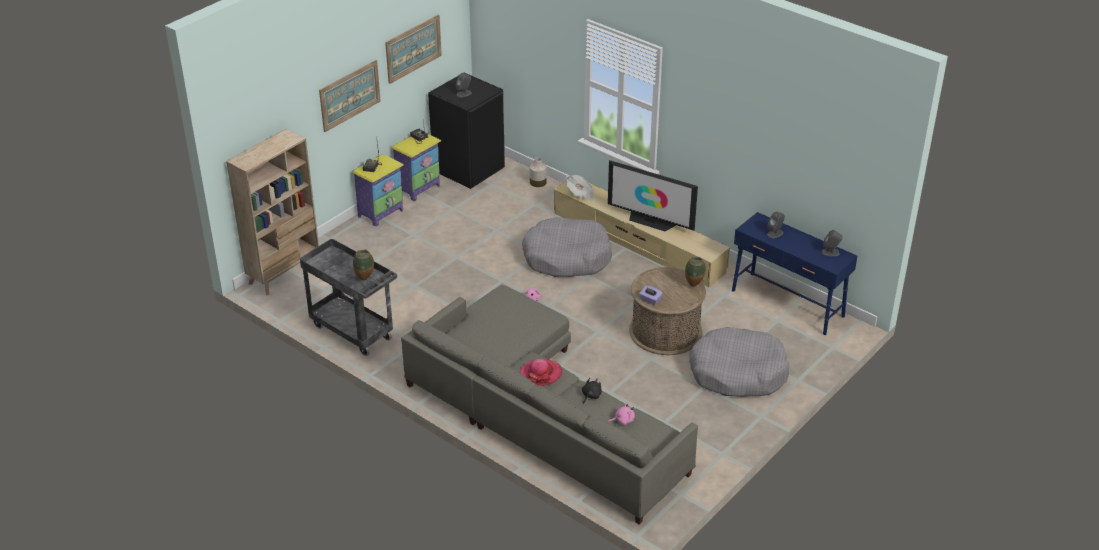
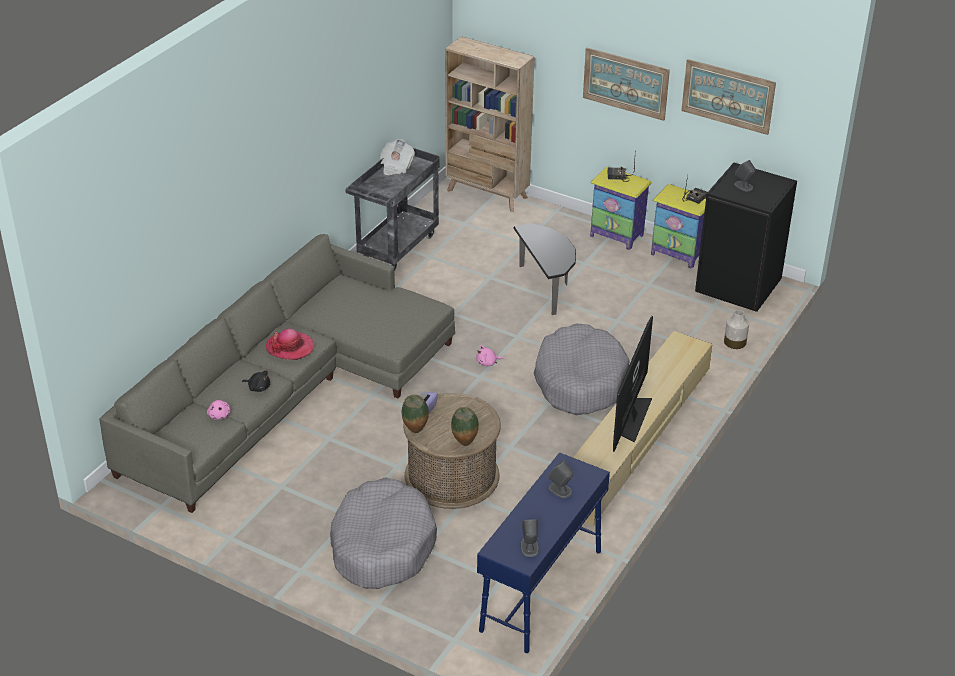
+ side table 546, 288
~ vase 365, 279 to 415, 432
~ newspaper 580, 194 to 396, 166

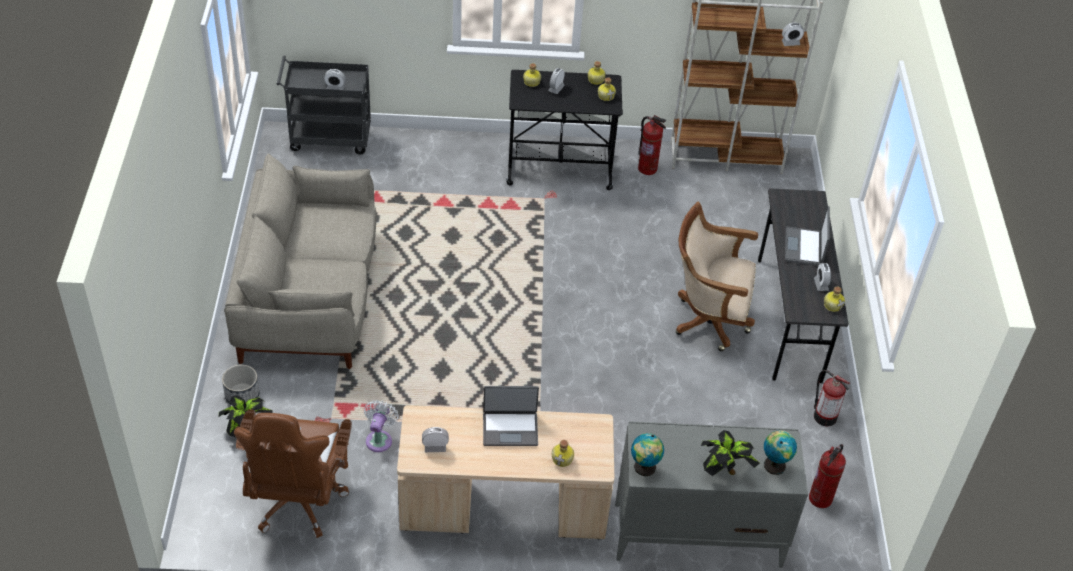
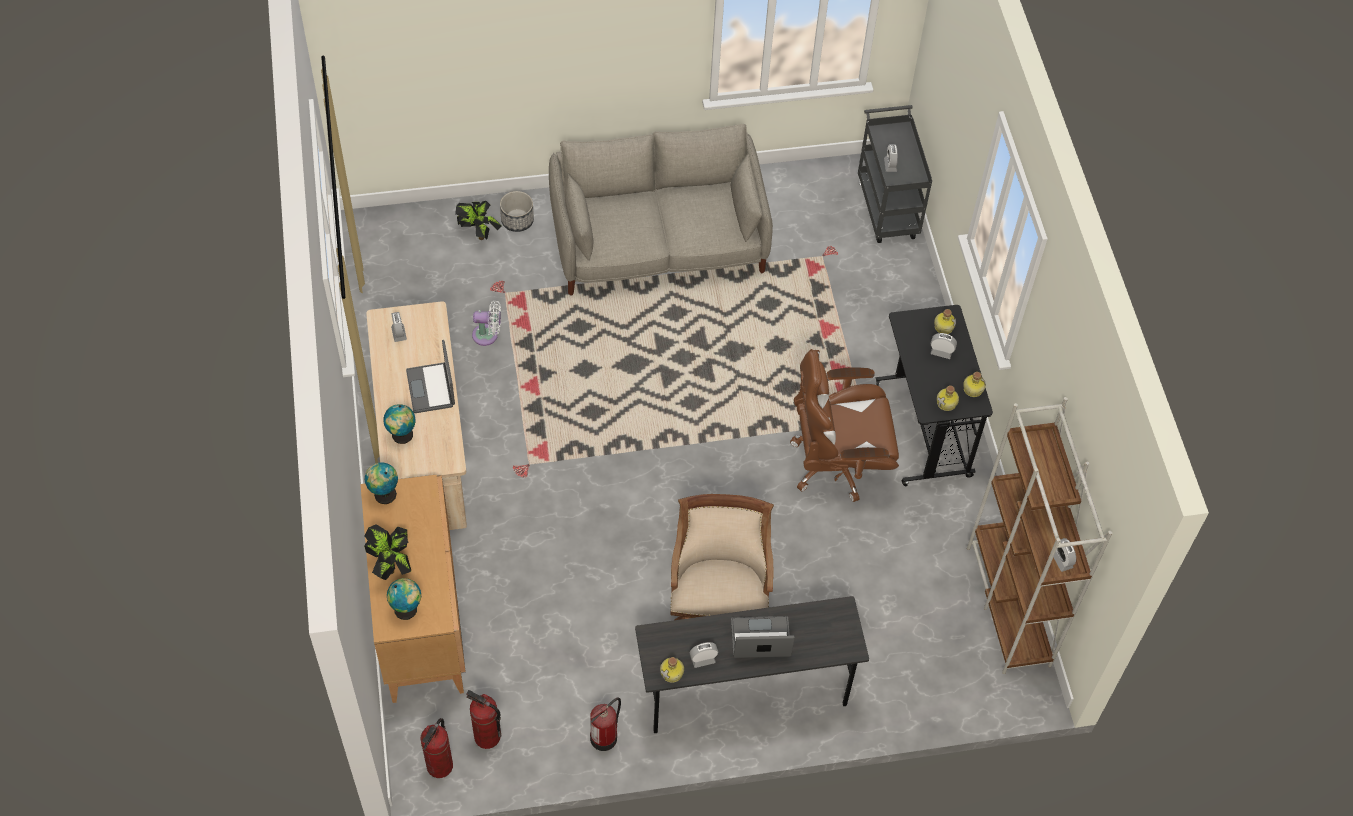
~ brown office chair 299, 496 to 840, 463
~ fire extinguisher 647, 169 to 440, 766
~ bottle 563, 459 to globe 402, 436
~ grey cabinet 697, 534 to brown cabinet 420, 620

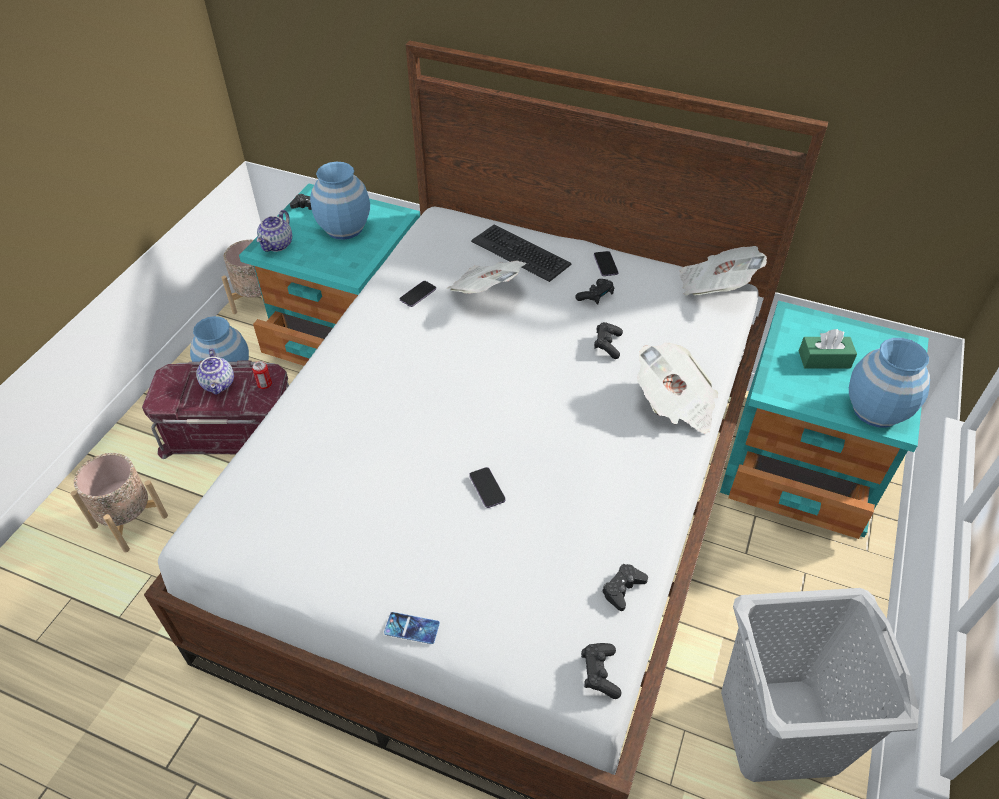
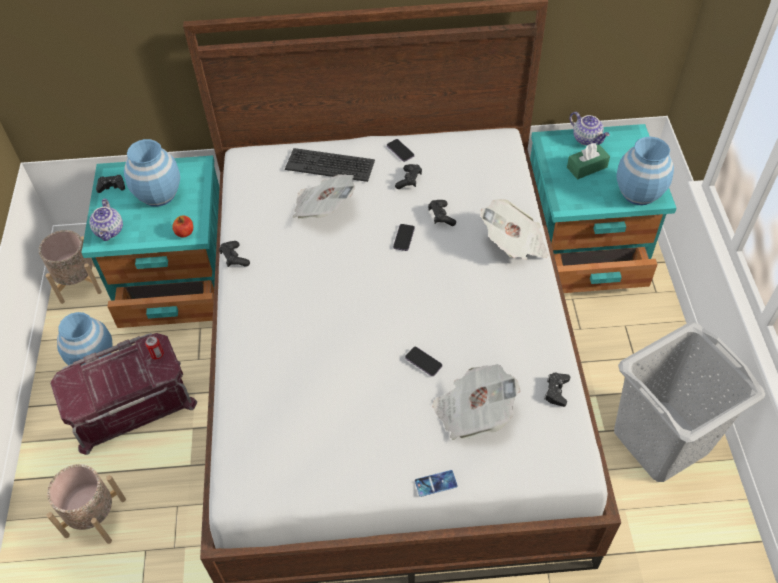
+ apple 185, 232
~ teapot 219, 384 to 587, 139
~ phone 418, 295 to 404, 238
~ black game controller 599, 673 to 234, 258
~ newspaper 715, 287 to 473, 412

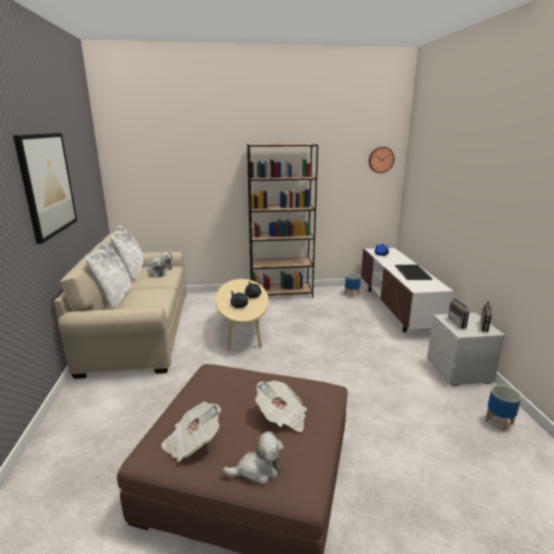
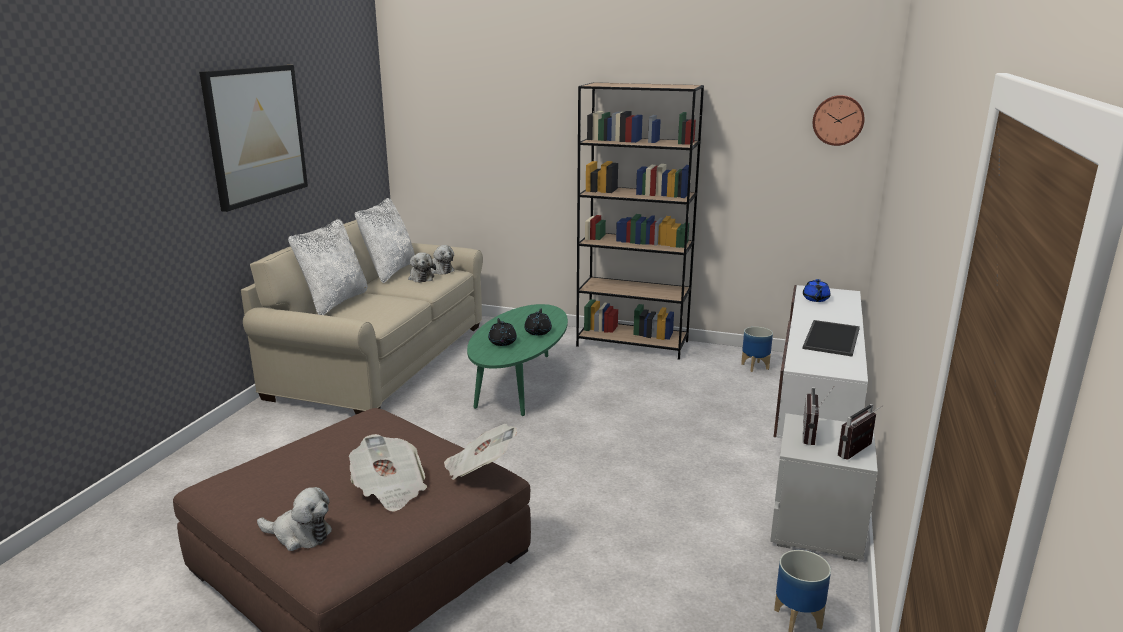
~ newspaper 192, 442 to 479, 468
~ beige coffee table 243, 331 to green coffee table 520, 386

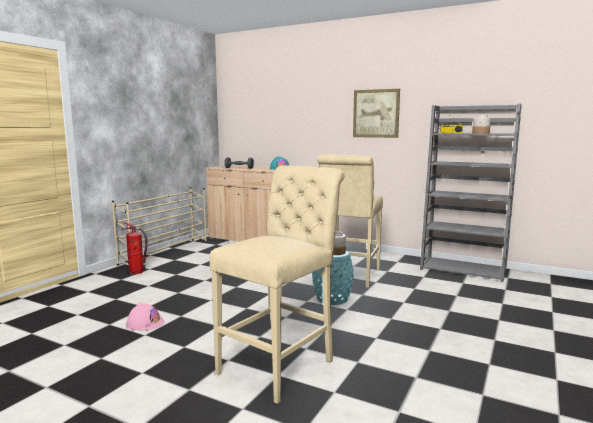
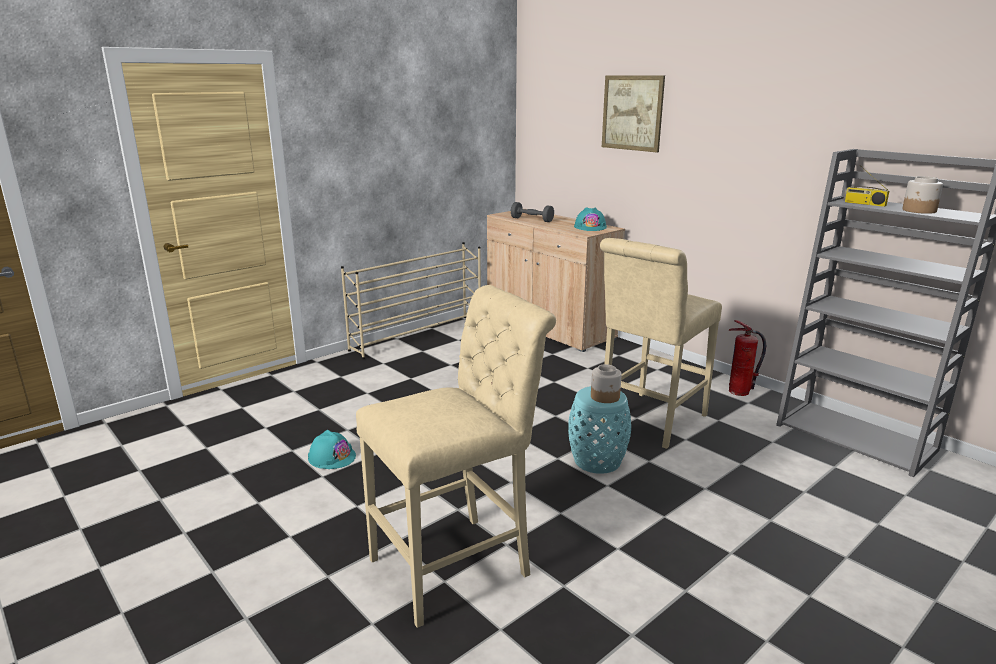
~ fire extinguisher 136, 272 to 739, 392
~ picture 376, 113 to 632, 113
~ pink hard hat 145, 323 to turquoise hard hat 332, 457

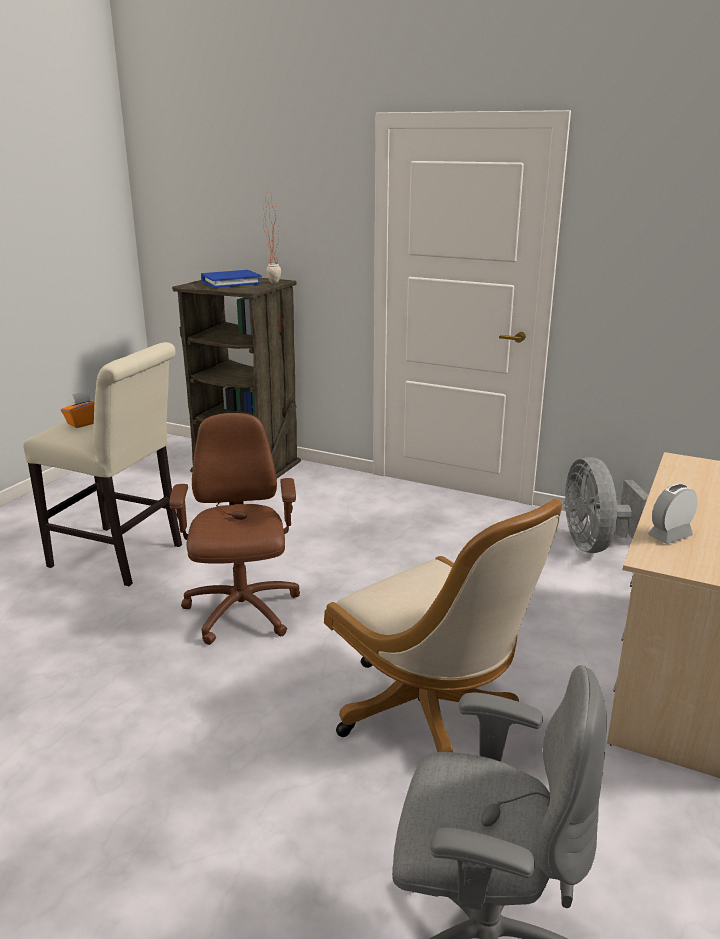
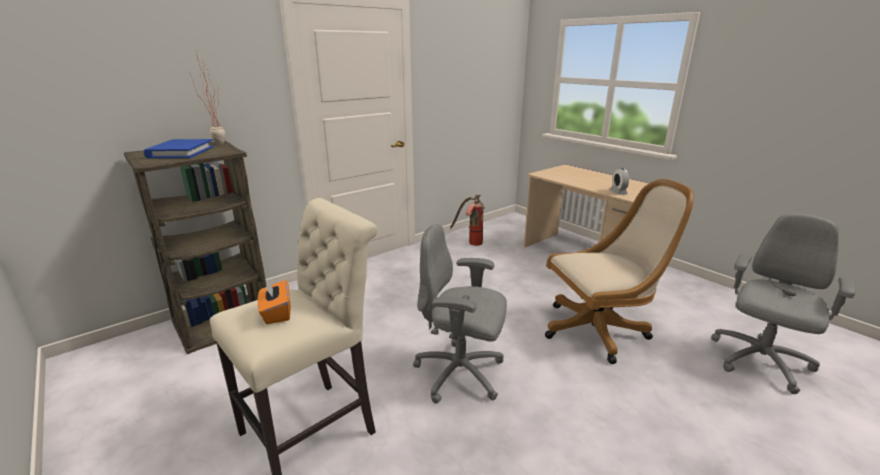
~ grey fan 594, 544 to fire extinguisher 470, 242
~ brown office chair 241, 613 to grey office chair 461, 374

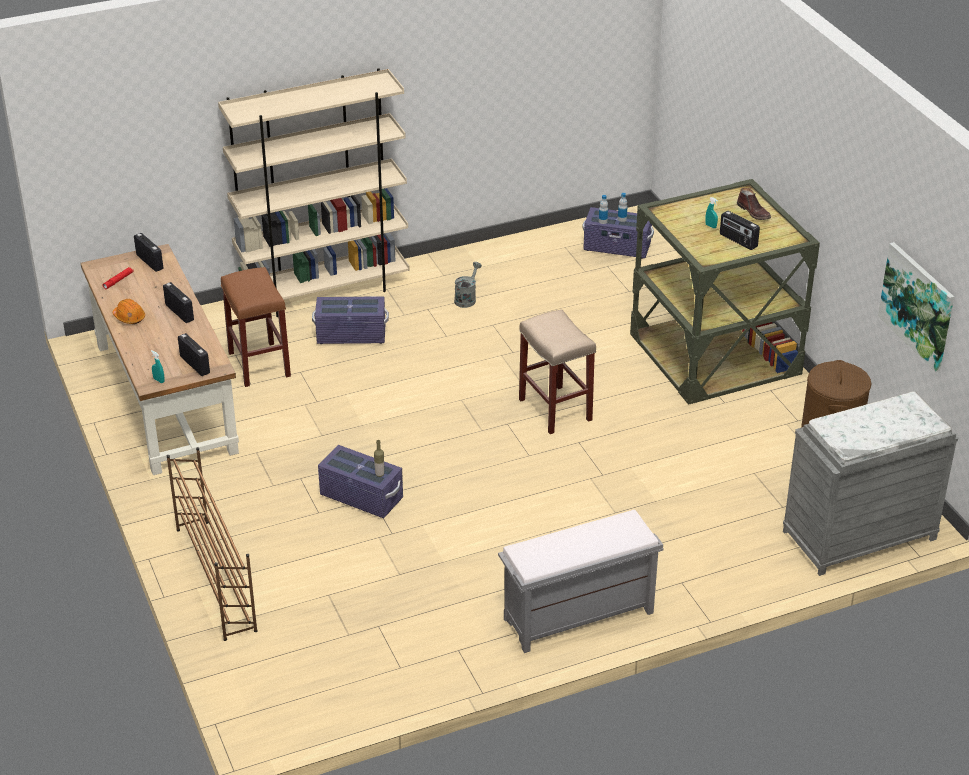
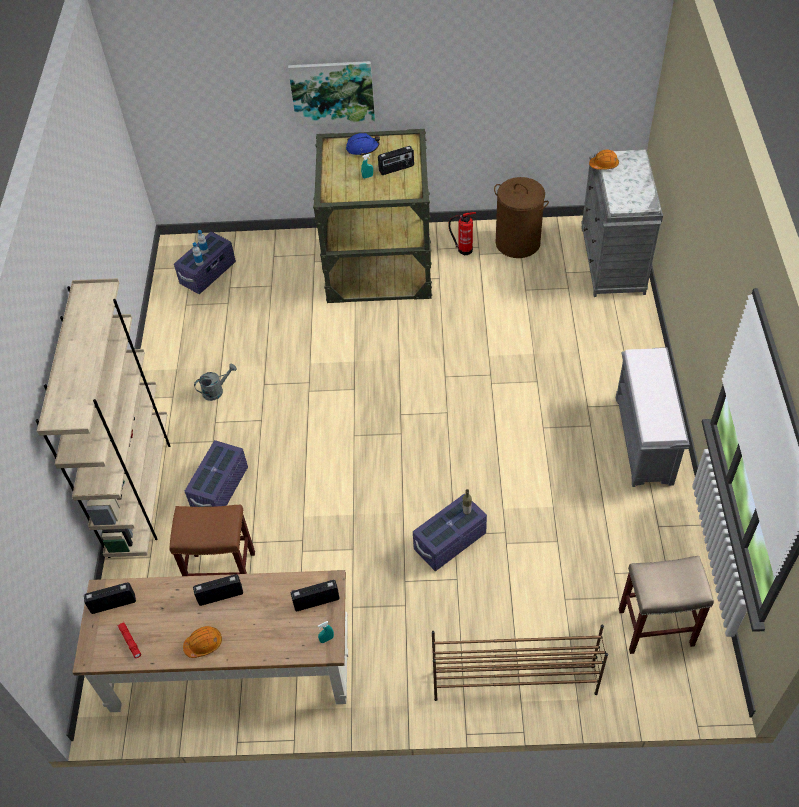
+ fire extinguisher 463, 249
+ orange hard hat 604, 165
~ beige stool 554, 409 to 655, 628
~ picture 917, 305 to 332, 92
~ brown boot 754, 212 to blue hard hat 362, 148
~ grey watering can 466, 298 = 216, 390 105 degrees clockwise

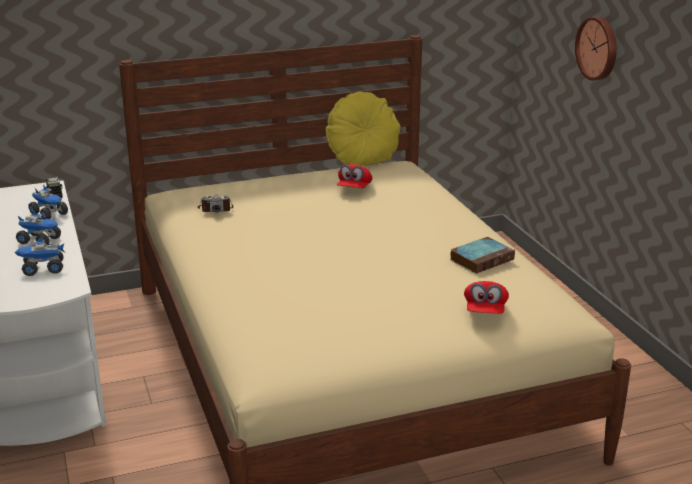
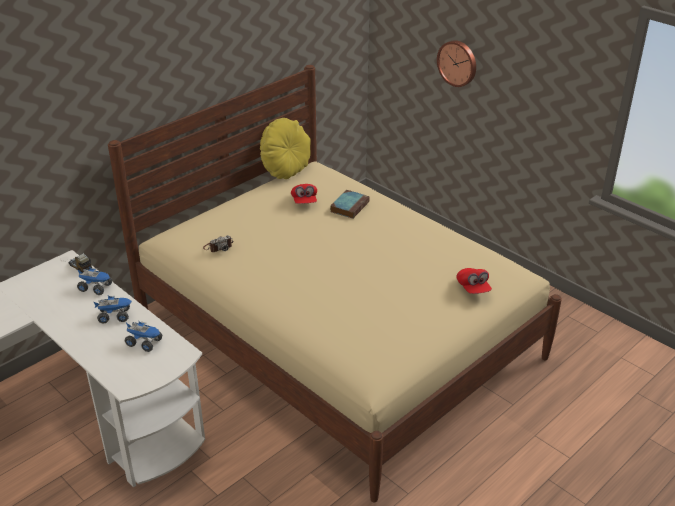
~ book 482, 259 to 349, 206
~ toy truck 43, 269 = 145, 342 120 degrees counterclockwise

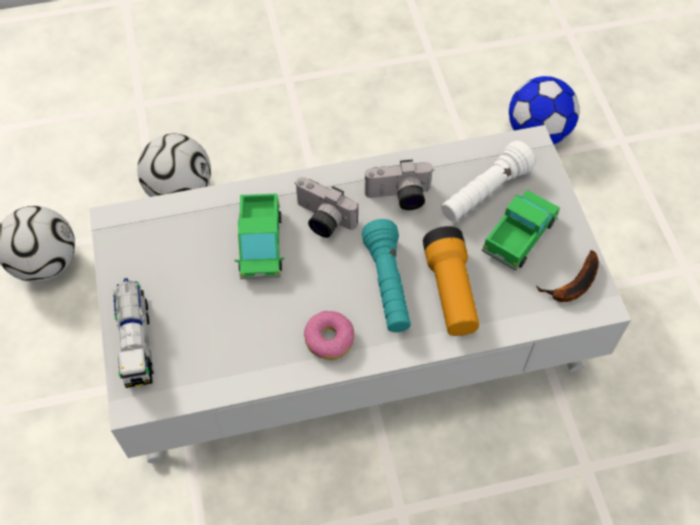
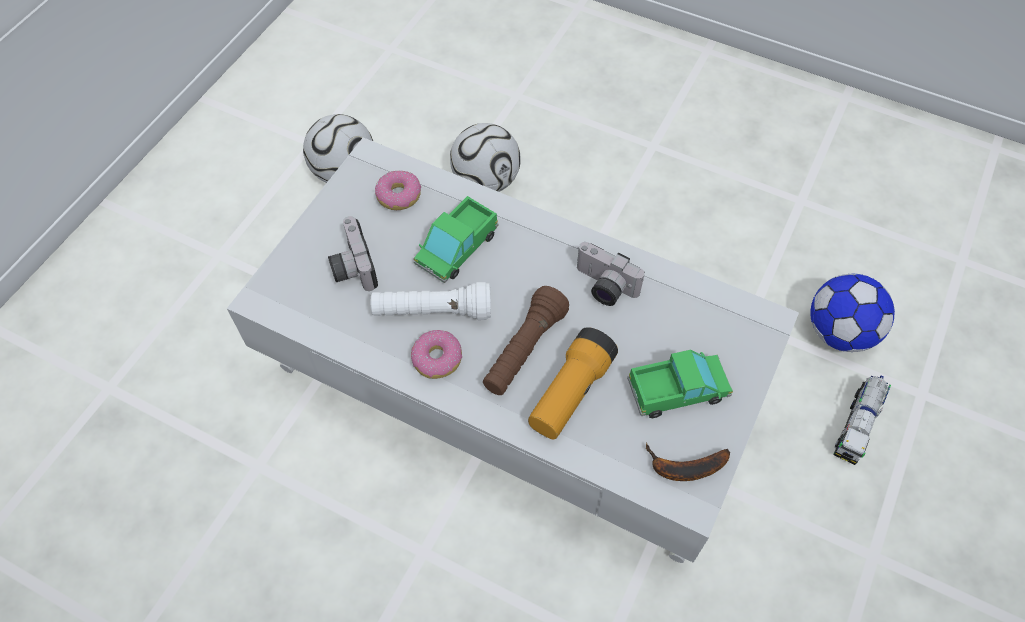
+ donut 399, 196
~ toy truck 137, 341 to 856, 425
~ photo camera 322, 220 to 351, 266
~ white flashlight 484, 193 to 432, 312
~ turquoise flashlight 388, 285 to brown flashlight 524, 350

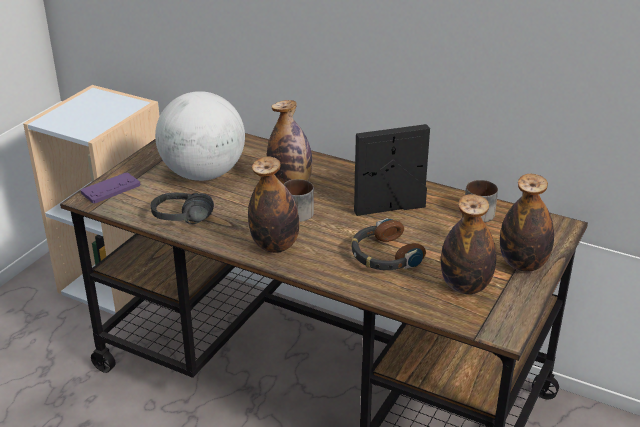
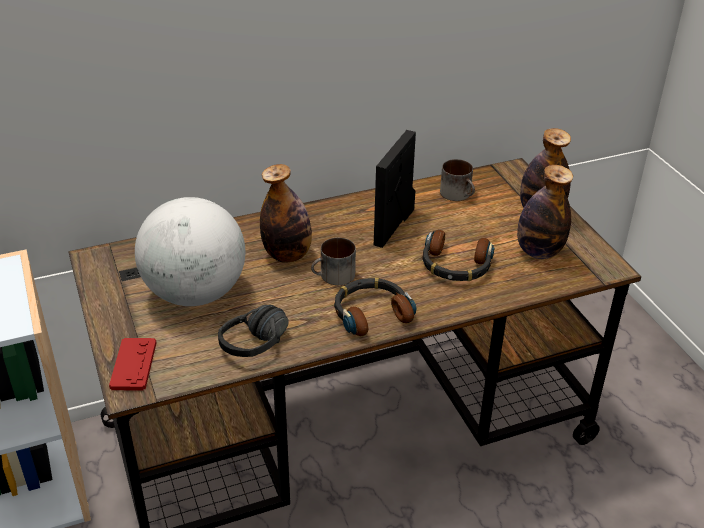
~ bottle 275, 245 to headphones 371, 312
~ purple game controller 111, 189 to red game controller 133, 365

